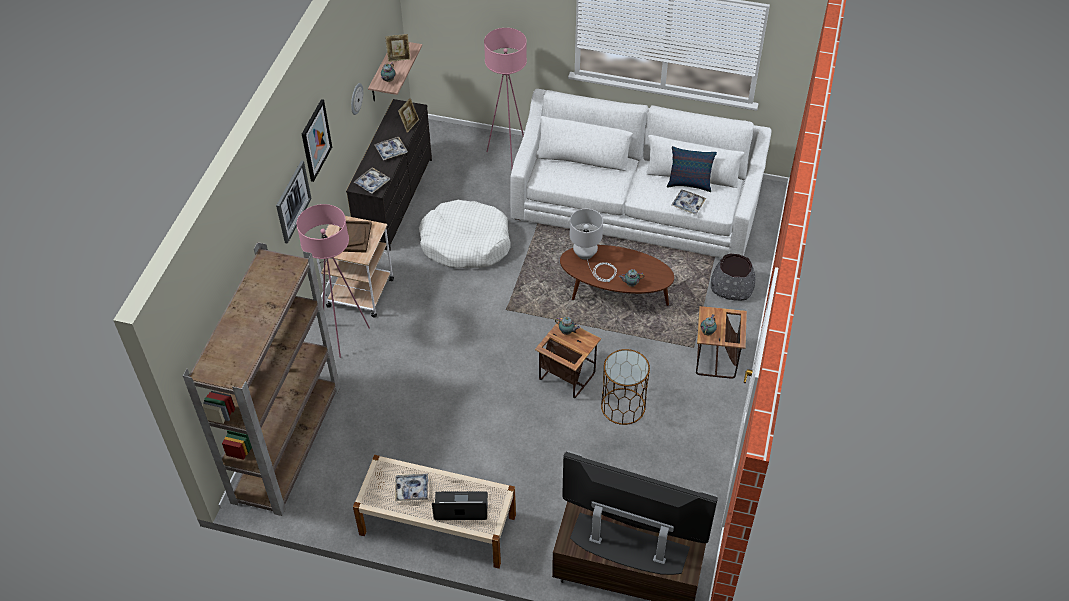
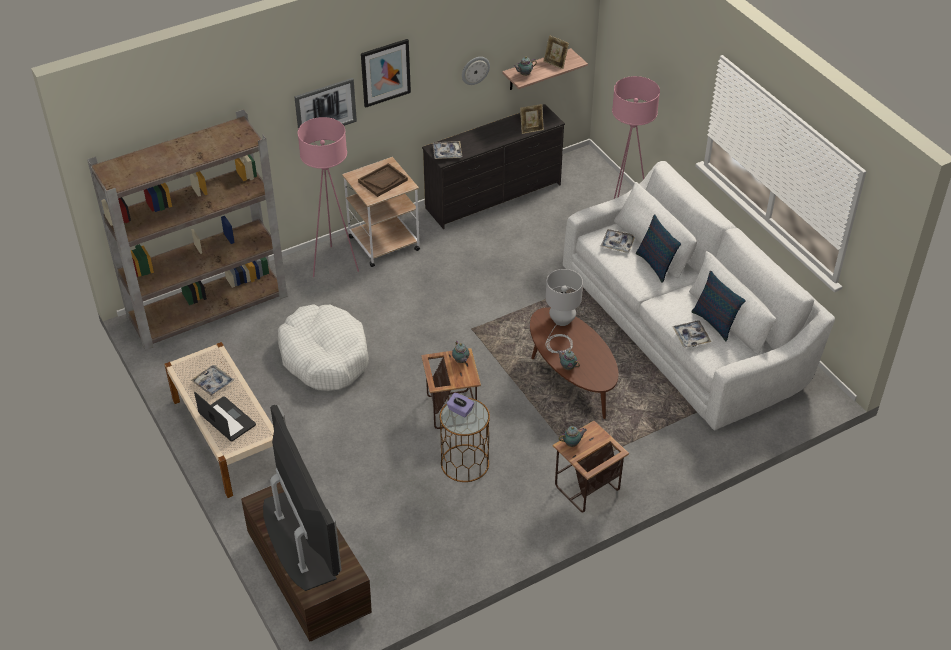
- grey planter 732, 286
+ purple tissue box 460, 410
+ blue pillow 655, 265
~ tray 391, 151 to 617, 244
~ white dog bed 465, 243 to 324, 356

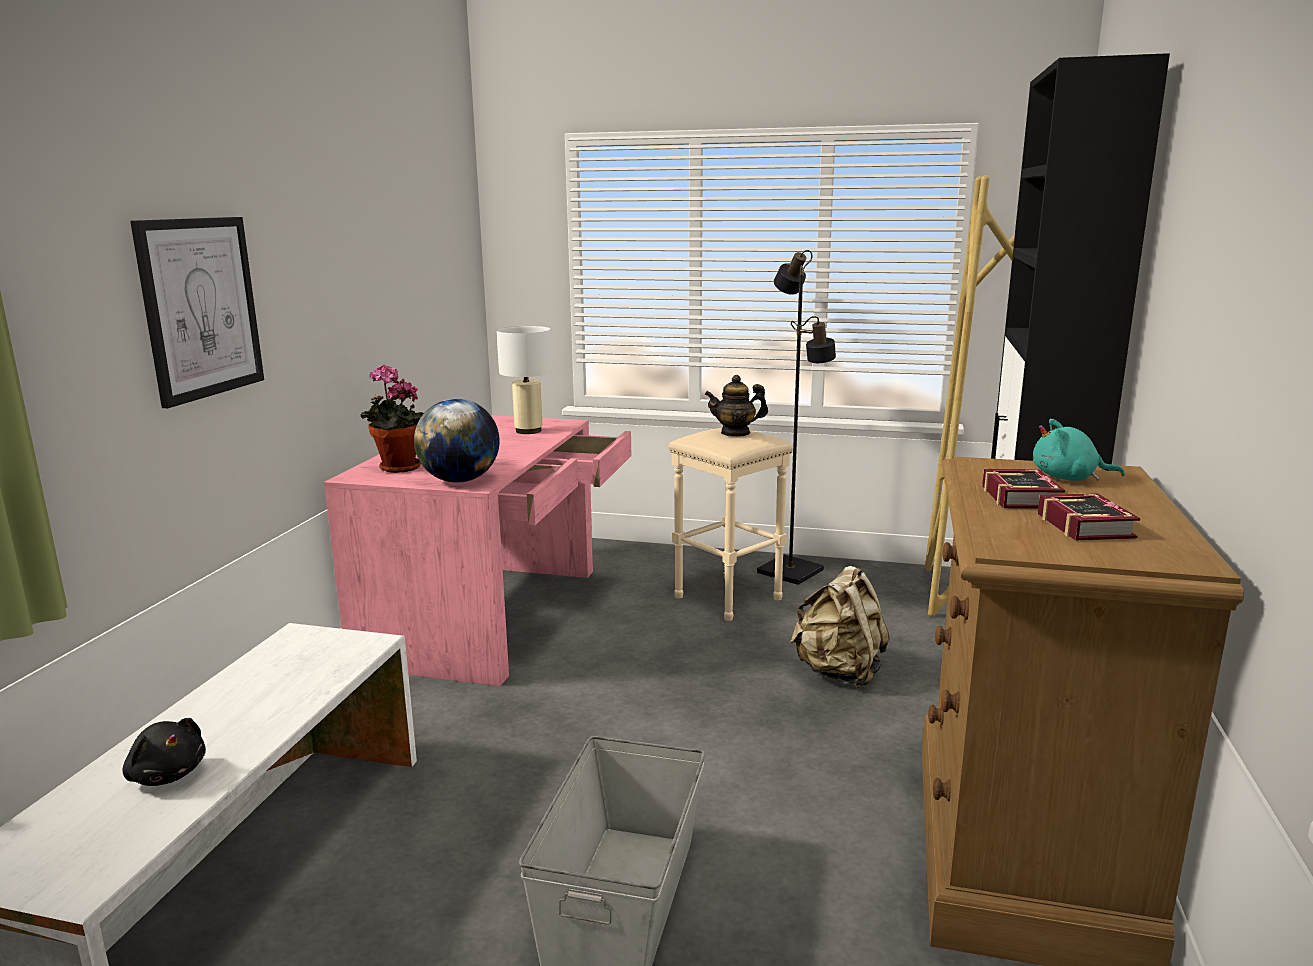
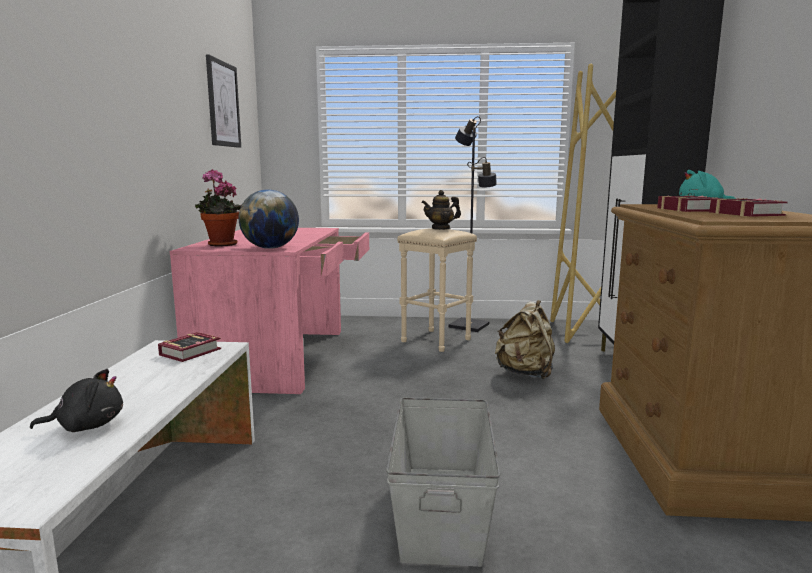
- white table lamp 527, 431
+ book 193, 352
~ picture 200, 308 to 223, 104
~ black plush toy 167, 774 = 87, 426 45 degrees counterclockwise

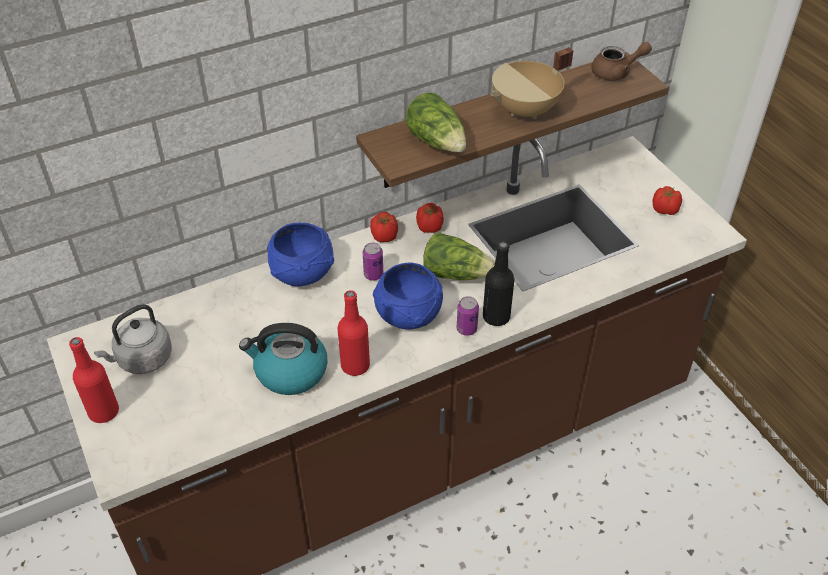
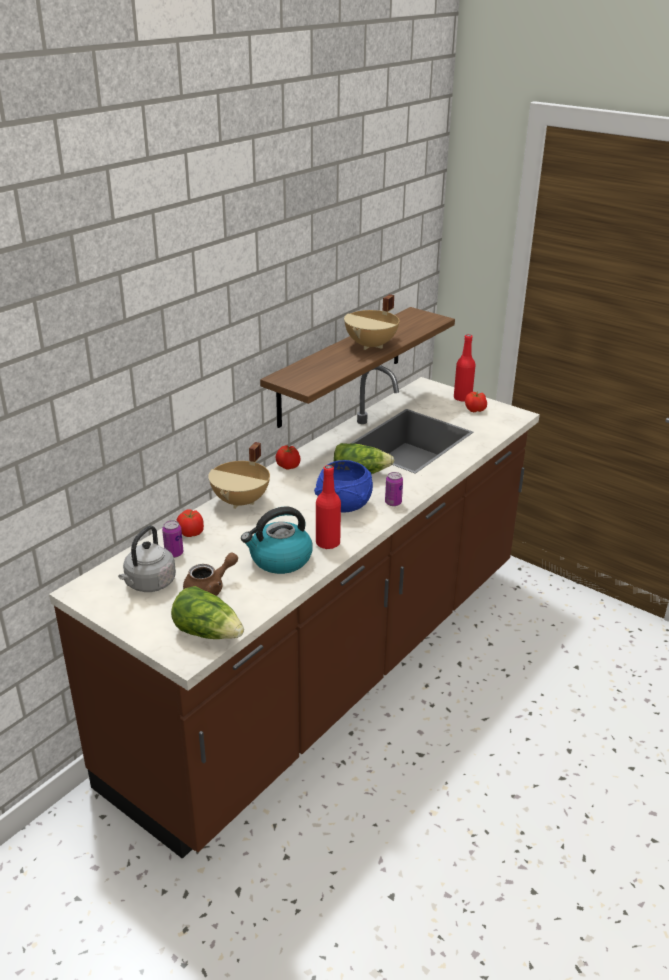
- black bottle 496, 317
~ red bottle 104, 412 to 462, 398
~ can 373, 275 to 174, 553
~ lettuce 437, 142 to 208, 632
~ tomato 429, 227 to 190, 533
~ brown teapot 616, 72 to 210, 588
~ blue bowl 303, 273 to beige cooking pot 242, 501

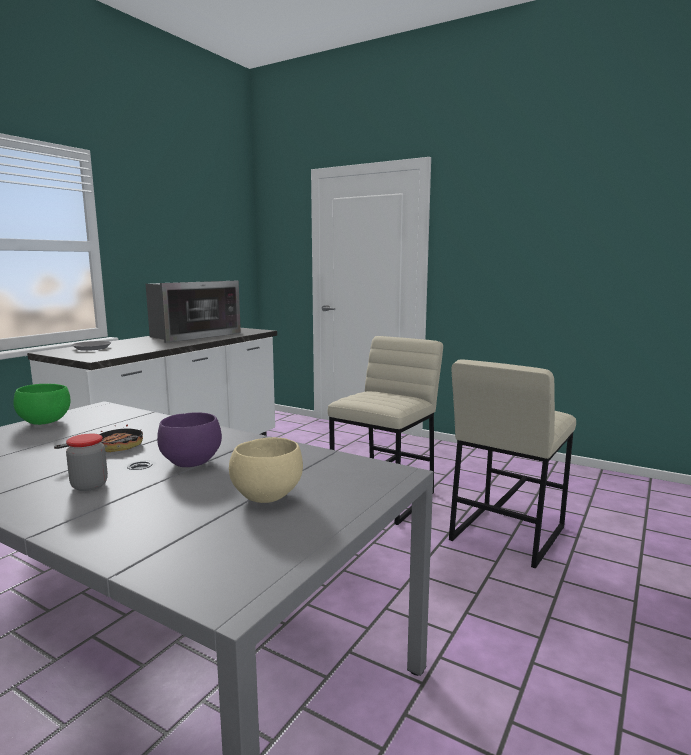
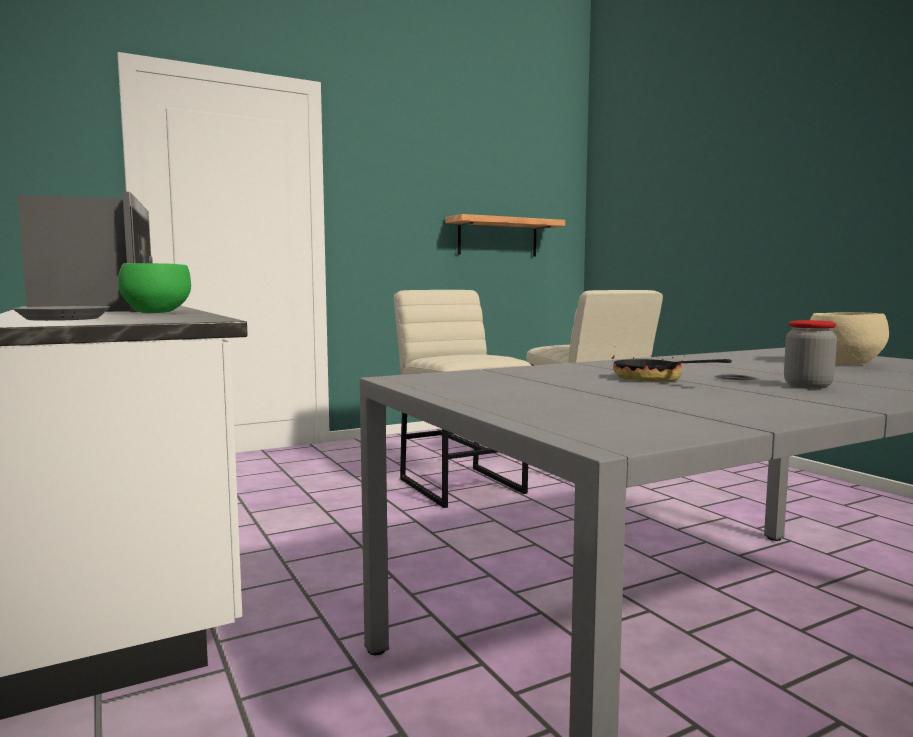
- purple bowl 190, 463
+ shelf 497, 237
~ green bowl 46, 422 to 156, 313

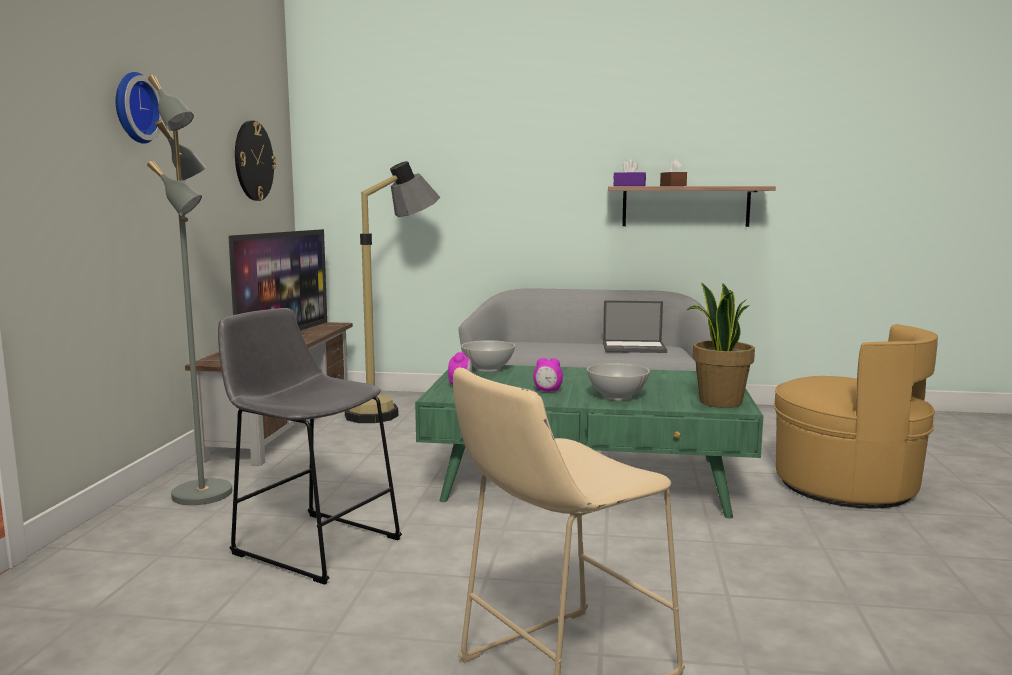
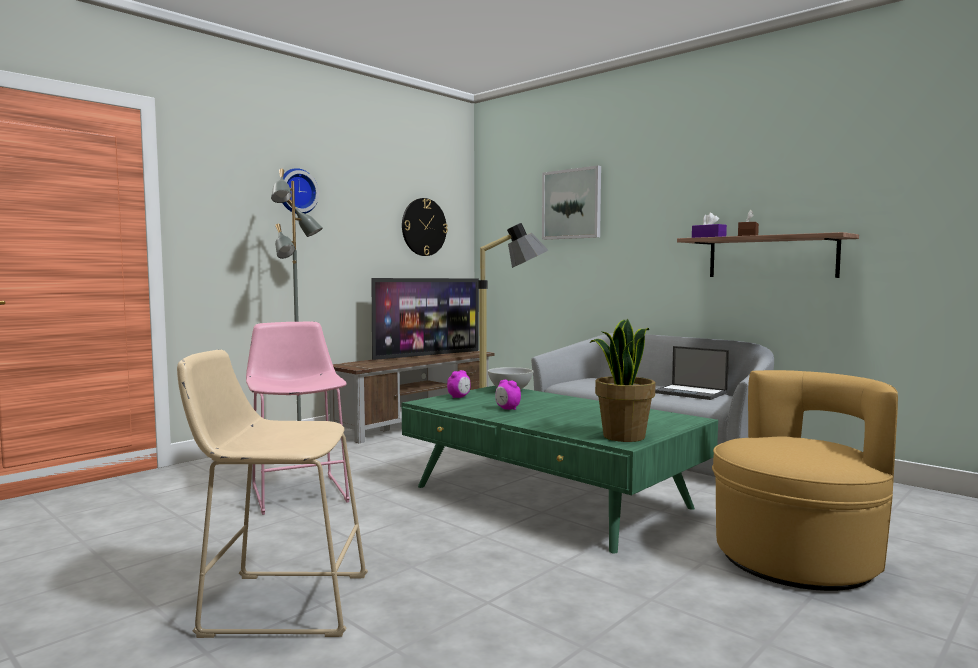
- white bowl 617, 396
+ picture 572, 204
~ grey stool 311, 544 to pink stool 299, 491
~ beige armchair 844, 485 = 795, 558 105 degrees counterclockwise

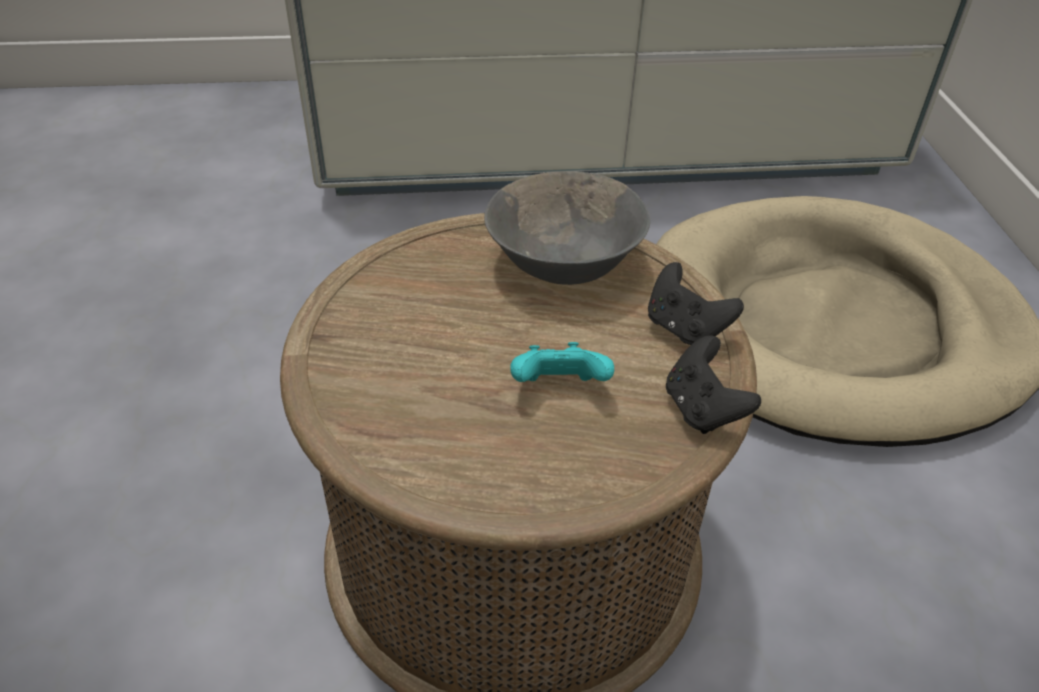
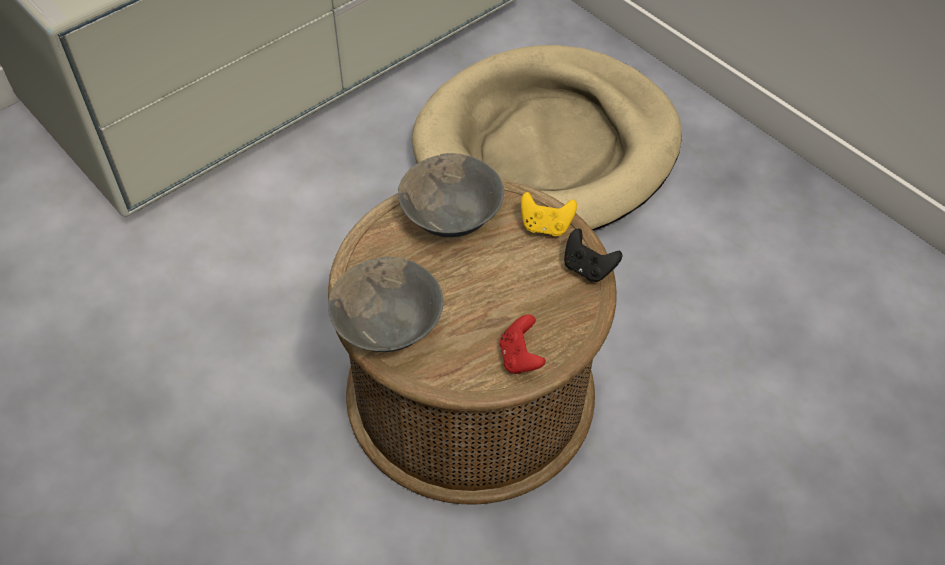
- turquoise game controller 558, 388
+ grey bowl 389, 325
+ red game controller 520, 357
~ black game controller 685, 329 to yellow game controller 545, 226

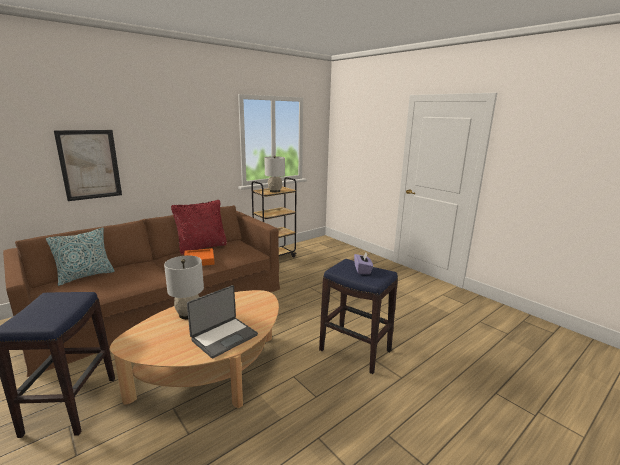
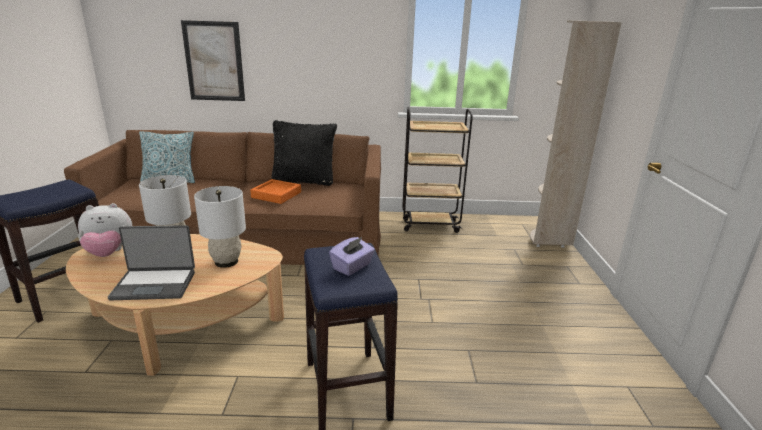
+ plush toy 109, 253
+ beige bookcase 548, 241
~ white table lamp 275, 191 to 226, 262
~ red pillow 202, 248 to black pillow 304, 182

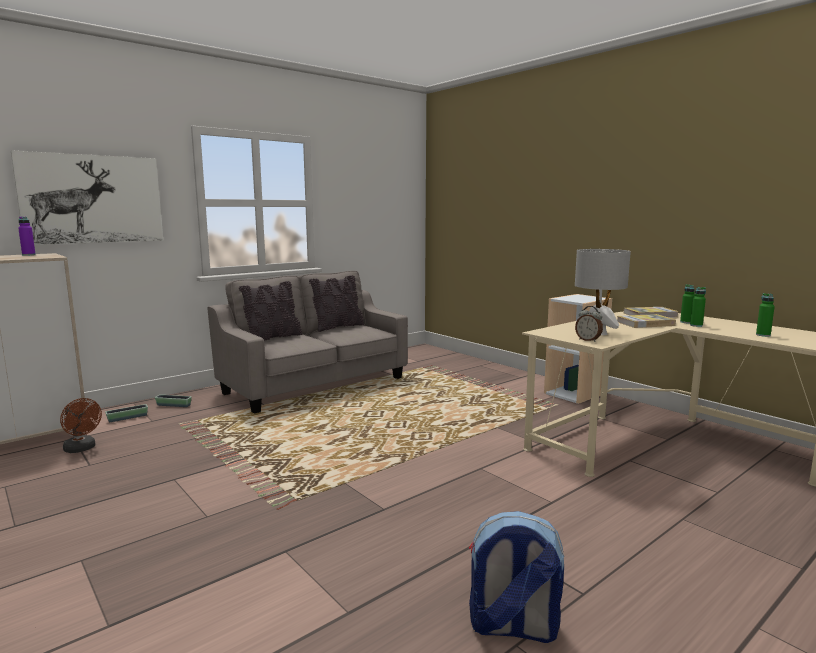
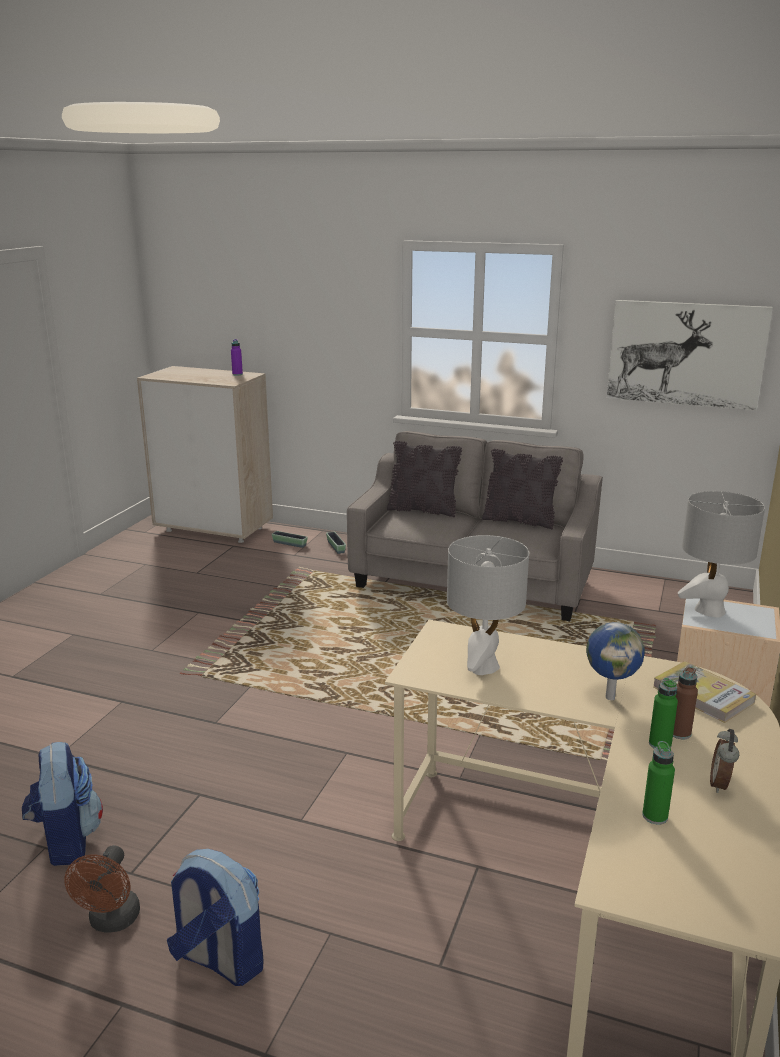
+ backpack 219, 959
+ grey table lamp 709, 610
~ picture 92, 199 to 686, 354
~ brown fan 82, 449 to 111, 922
~ alarm clock 588, 340 to 720, 784
~ book 645, 323 to globe 610, 697
~ green bottle 686, 322 to brown bottle 679, 733

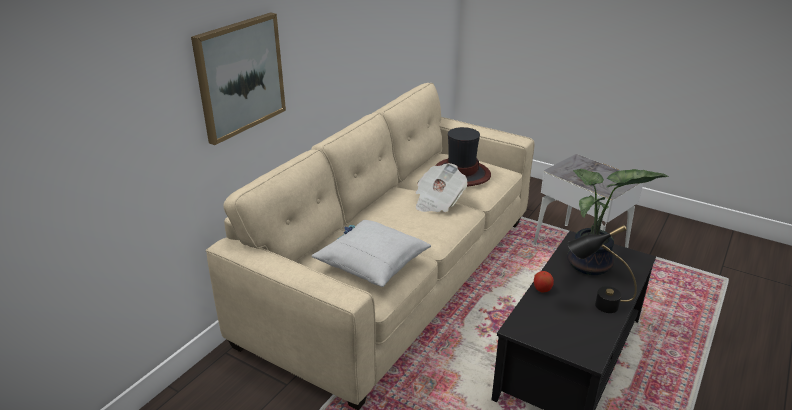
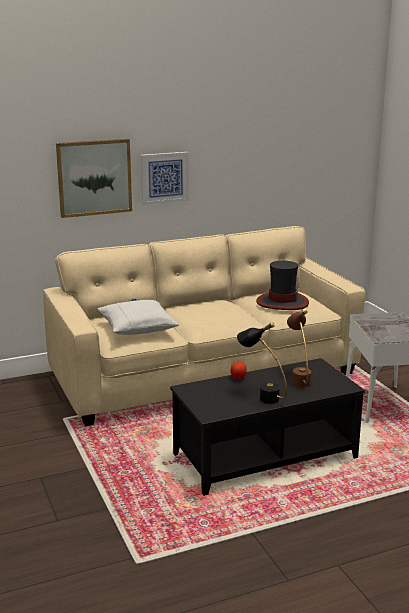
- newspaper 438, 201
+ picture 164, 177
~ potted plant 591, 266 to brown table lamp 299, 378

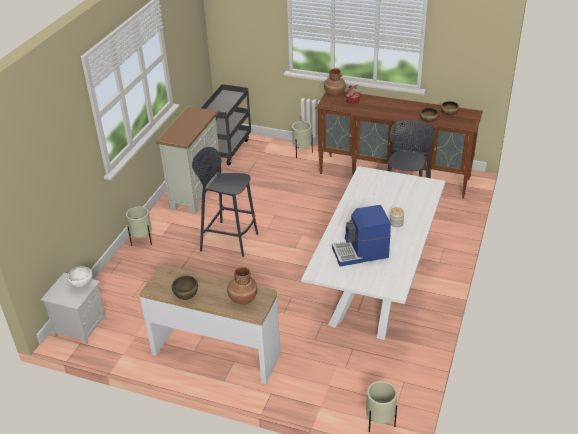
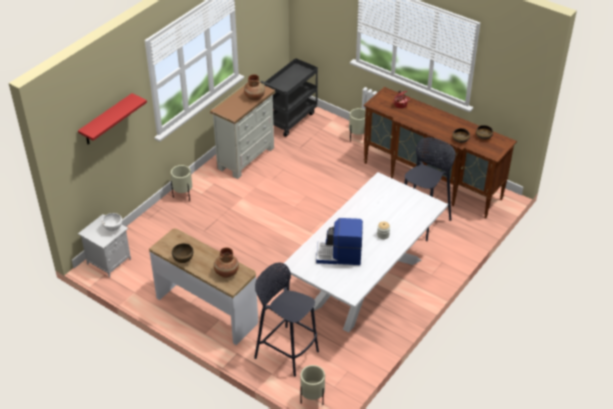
+ red shelf 106, 120
~ grey stool 229, 240 to 287, 352
~ brown vase 334, 93 to 254, 97

